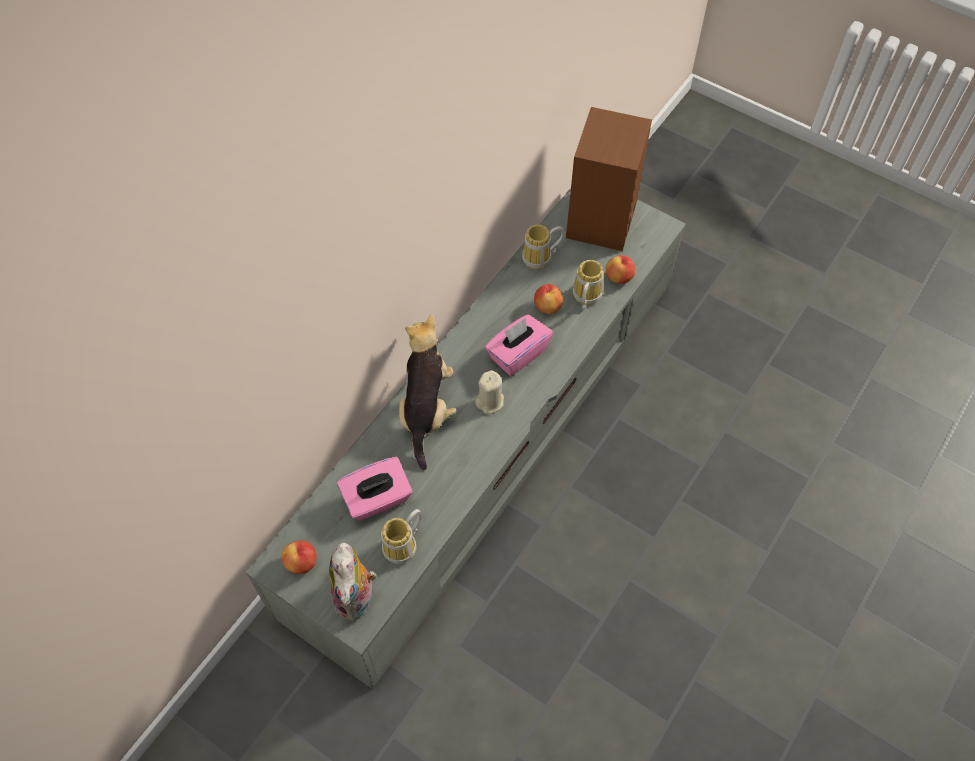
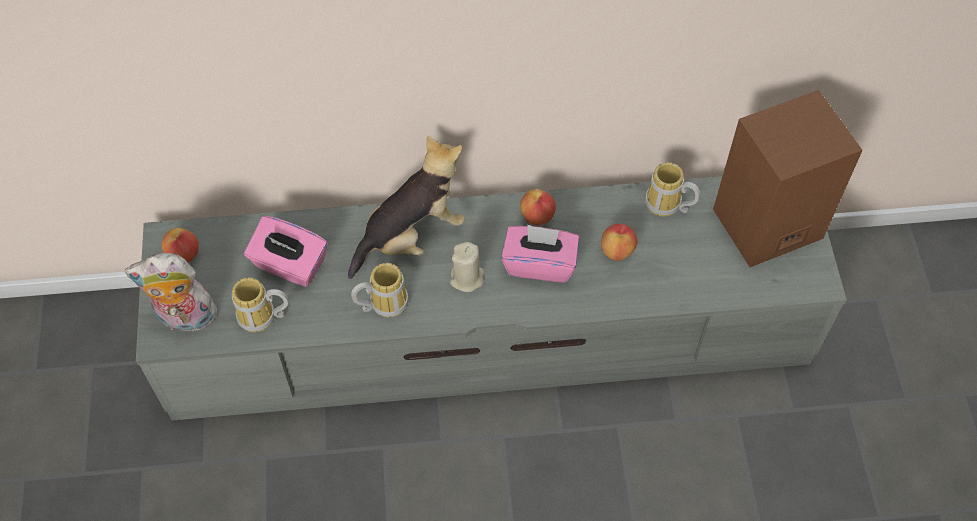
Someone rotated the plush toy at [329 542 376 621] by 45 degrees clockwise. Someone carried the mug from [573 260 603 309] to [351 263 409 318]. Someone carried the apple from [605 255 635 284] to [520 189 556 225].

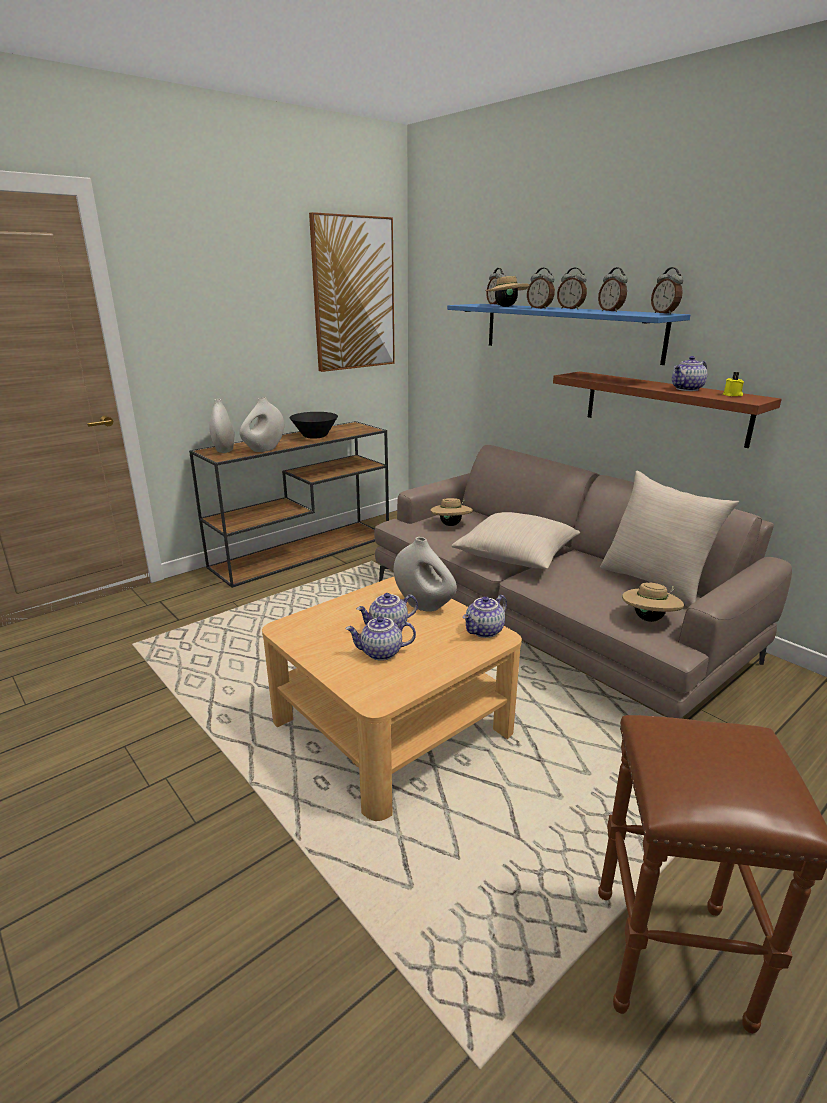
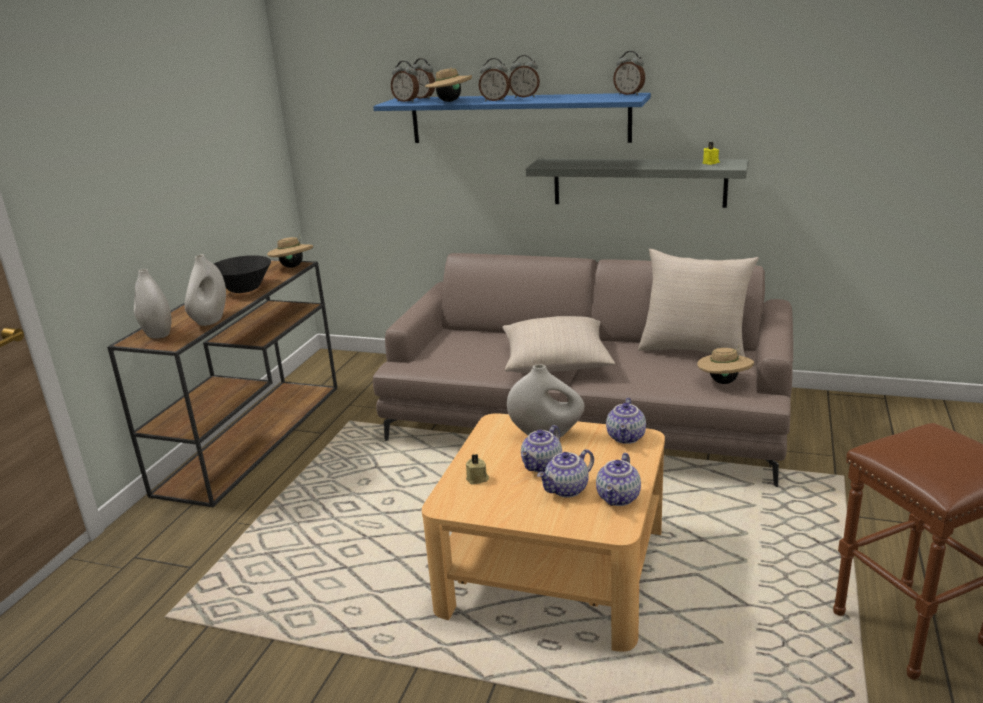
Someone took away the picture at [309 212 395 372]. Someone carried the beige hat from [430 498 473 526] to [267 234 313 268]. Someone repainted the brown shelf at [553 371 782 448], which became the grey shelf at [526 159 749 208]. Someone carried the alarm clock from [598 267 628 312] to [391 61 419 102]. Someone carried the teapot from [672 356 707 391] to [596 453 641 506]. Someone put down the beige candle at [466 454 489 485].

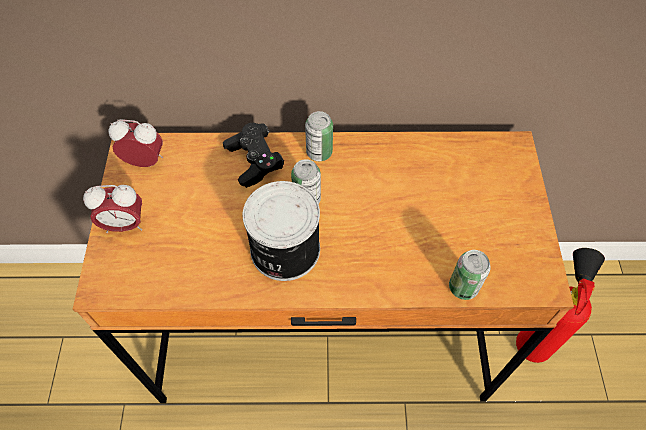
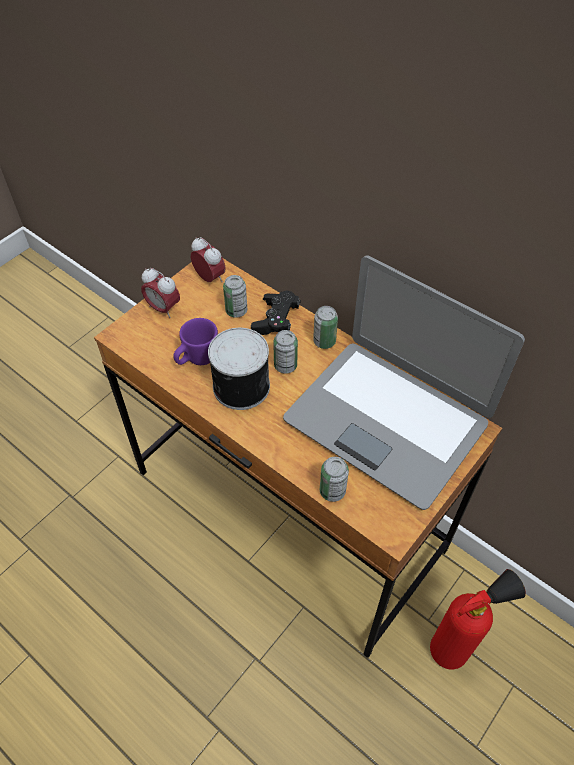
Someone put down the purple mug at [173 318 218 365]. Someone put down the can at [223 275 247 318]. Someone put down the laptop at [283 255 525 510].

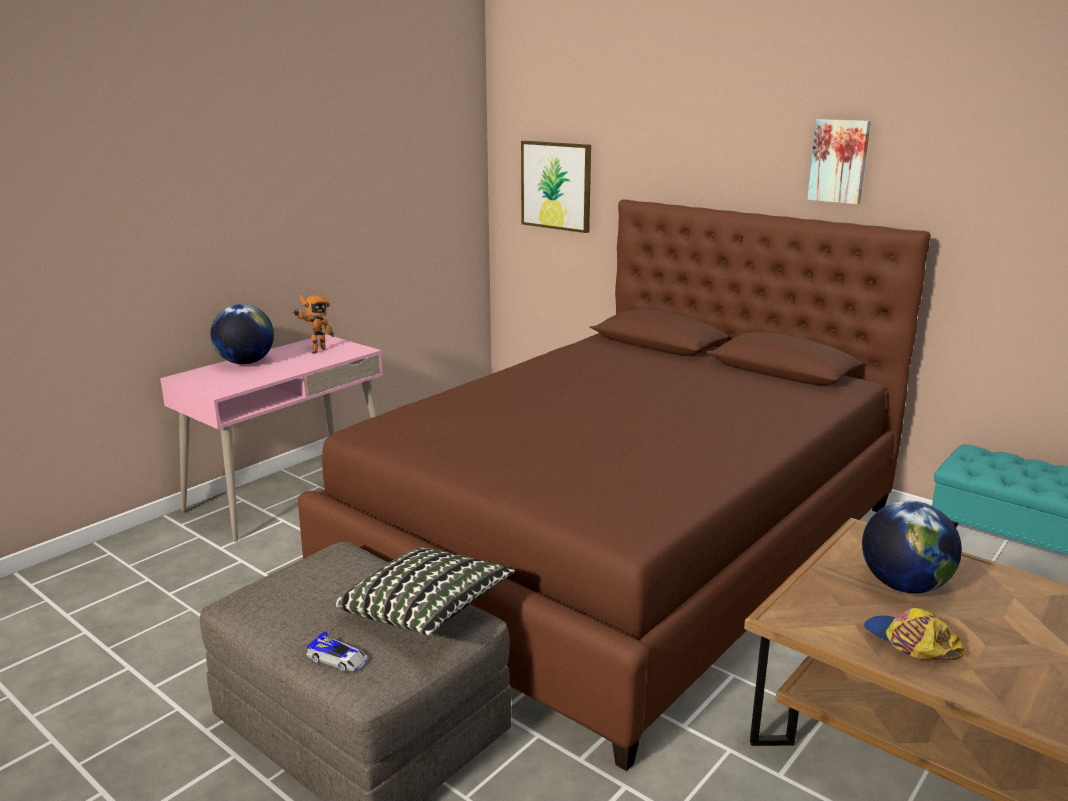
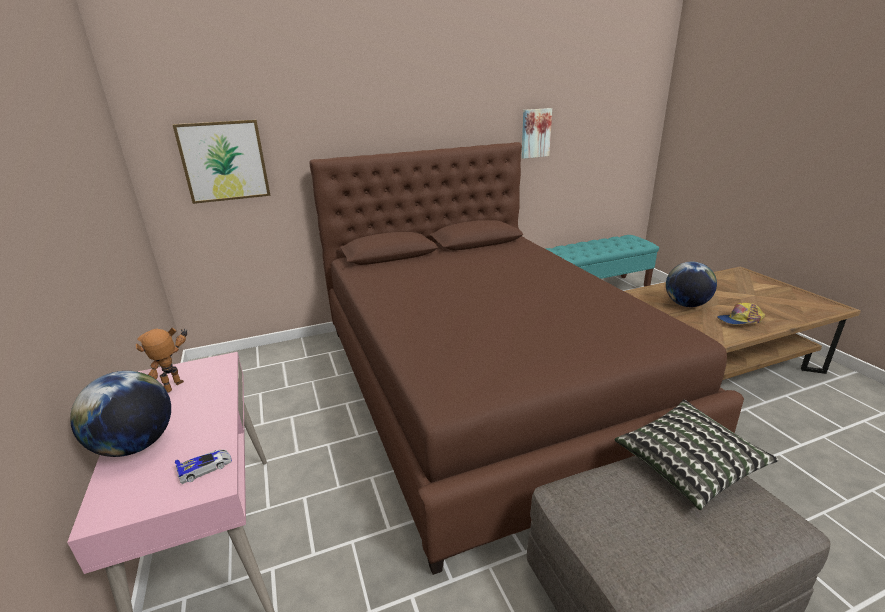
Someone rotated the toy robot at [293 294 334 354] by 135 degrees counterclockwise. Someone carried the toy car from [306 631 367 671] to [175 450 232 484]. Someone carried the picture from [807 119 871 204] to [522 108 552 159].

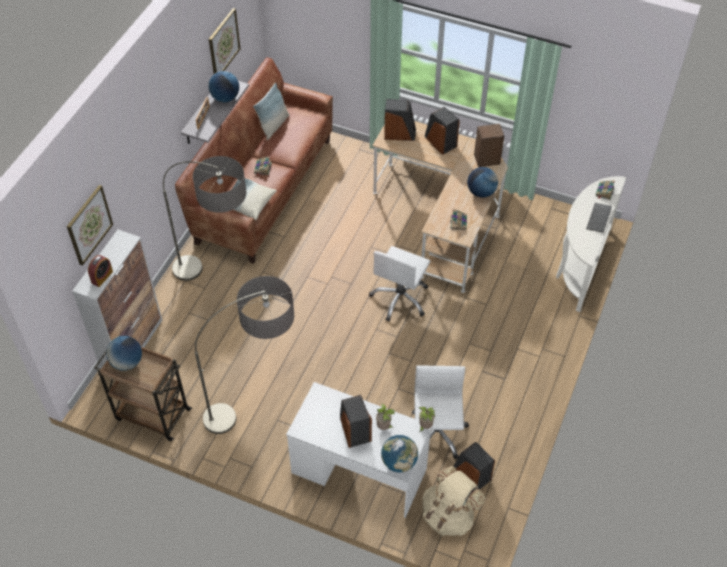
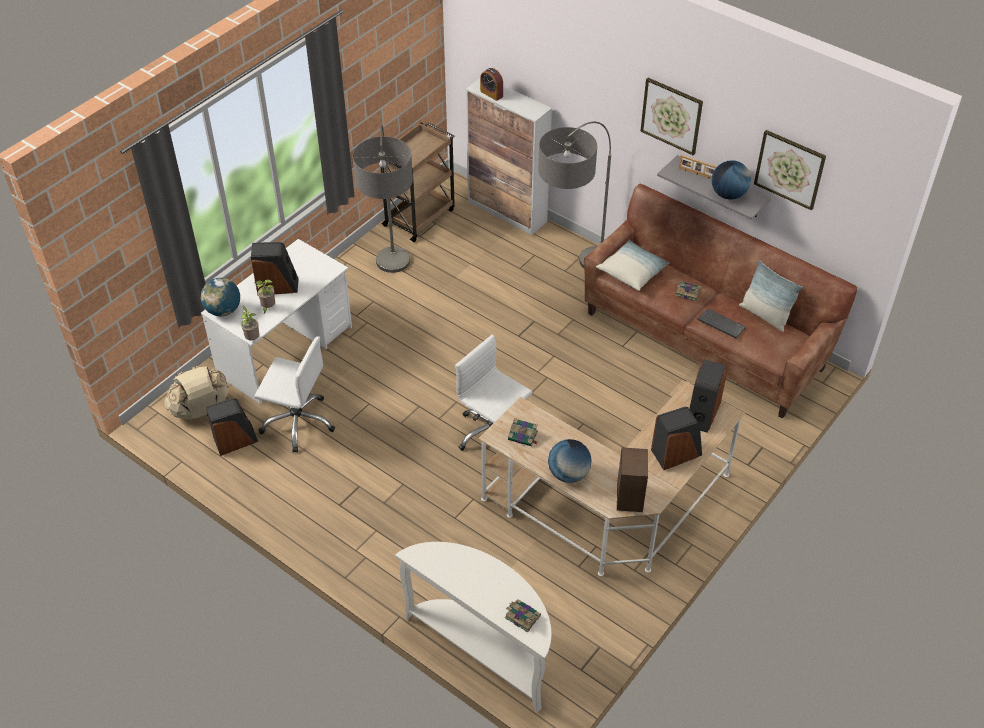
Someone carried the picture from [67 185 113 266] to [640 78 703 155]. Someone took away the globe at [106 336 142 371]. Someone carried the keyboard from [586 203 612 232] to [697 308 746 338].

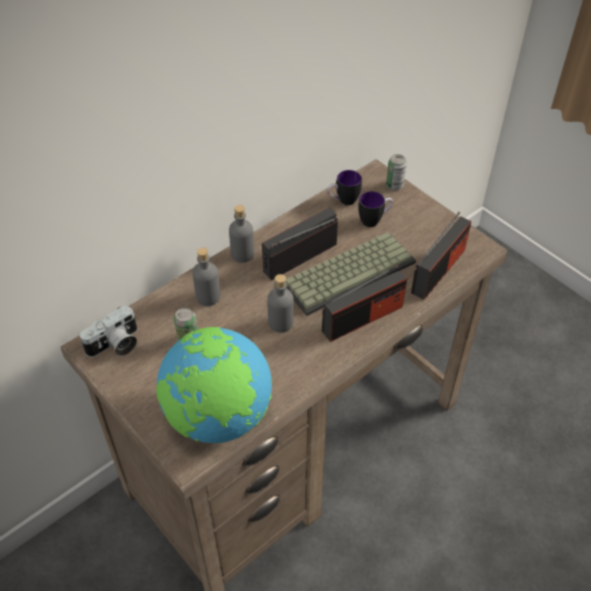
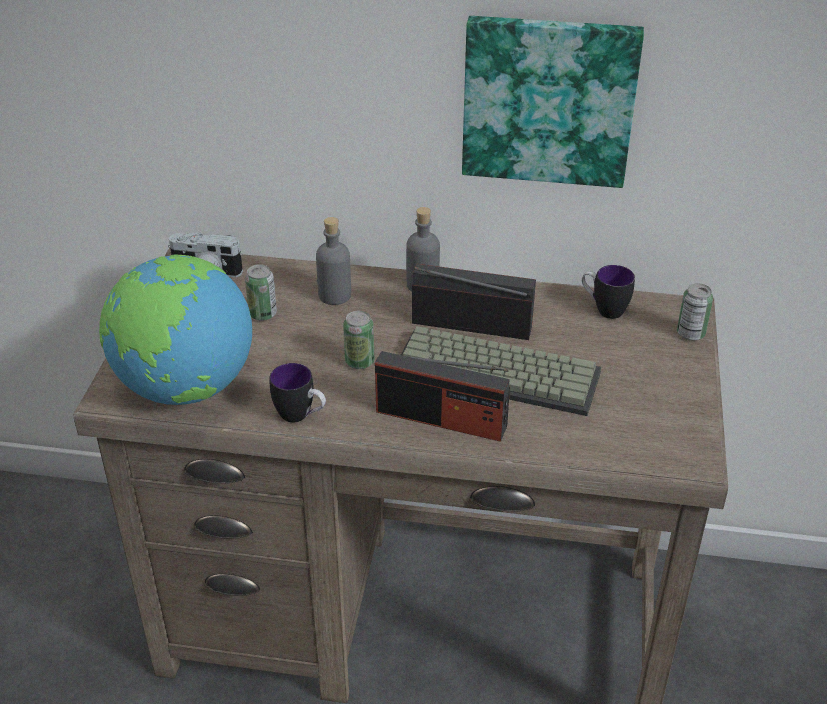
Someone swapped the grey bottle at [268 274 294 333] for the can at [343 311 374 369]. Someone carried the mug from [358 191 393 227] to [269 363 326 423]. Someone took away the radio at [411 212 471 300]. Someone put up the picture at [462 16 644 188].

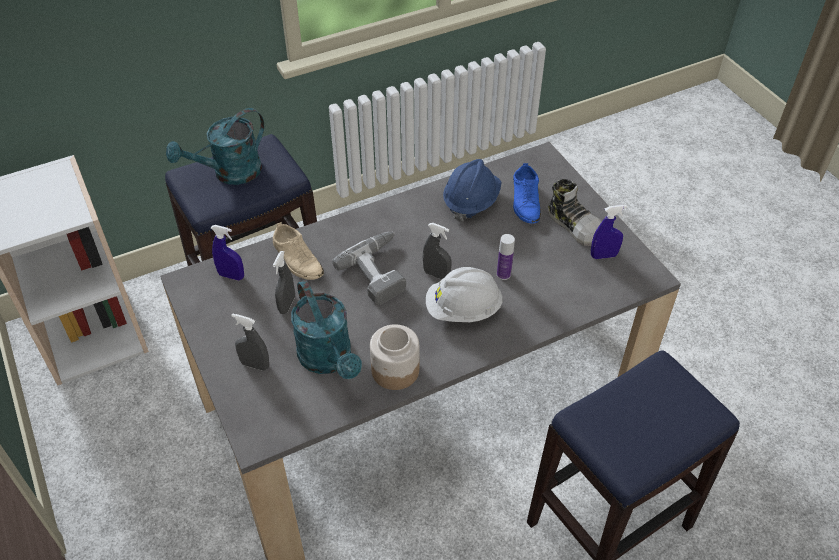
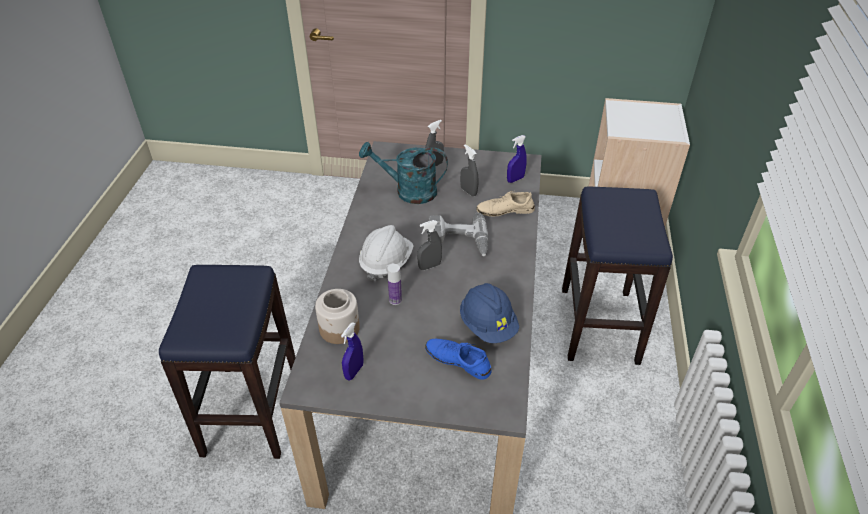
Someone took away the turquoise watering can at [166 108 264 185]. Someone carried the jar from [370 324 419 390] to [315 289 360 344]. Someone took away the shoe at [548 179 601 246].

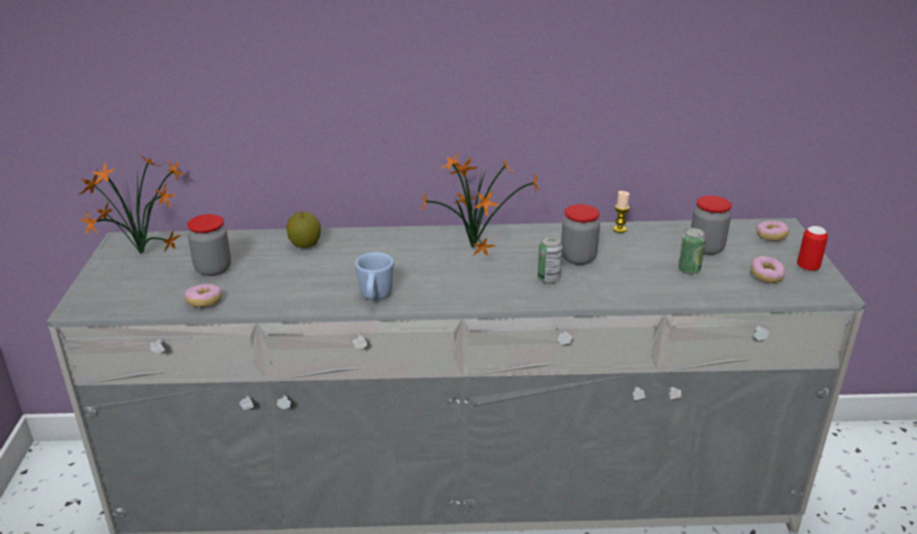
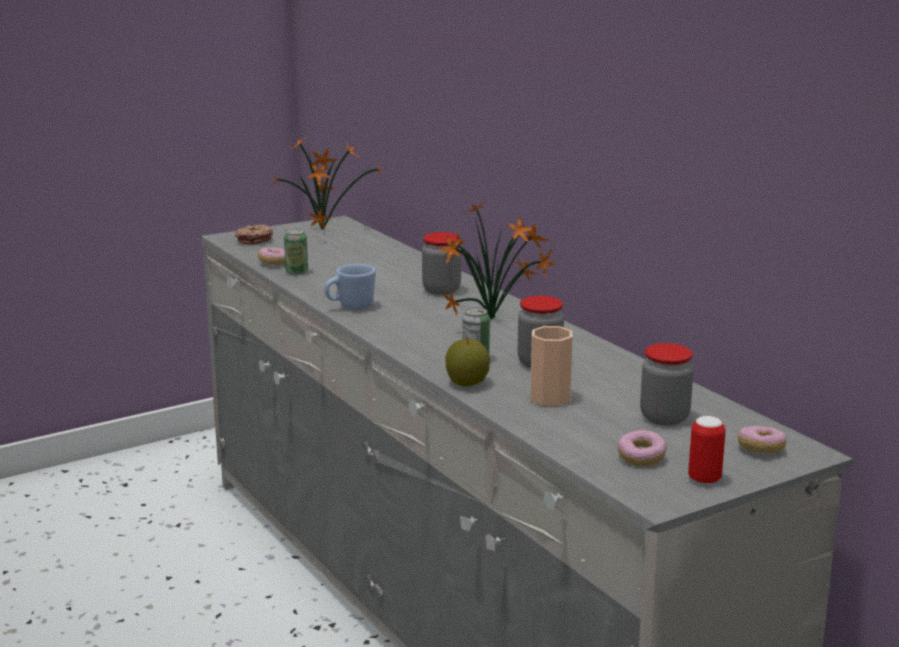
Someone carried the jar from [187 214 231 276] to [422 232 461 295]. Someone carried the apple from [286 212 321 248] to [445 338 490 387]. Someone took away the candle at [613 191 629 233]. Someone carried the can from [678 228 706 274] to [284 229 308 275]. Someone put down the donut at [235 225 273 245]. Someone put down the cup at [530 326 573 406].

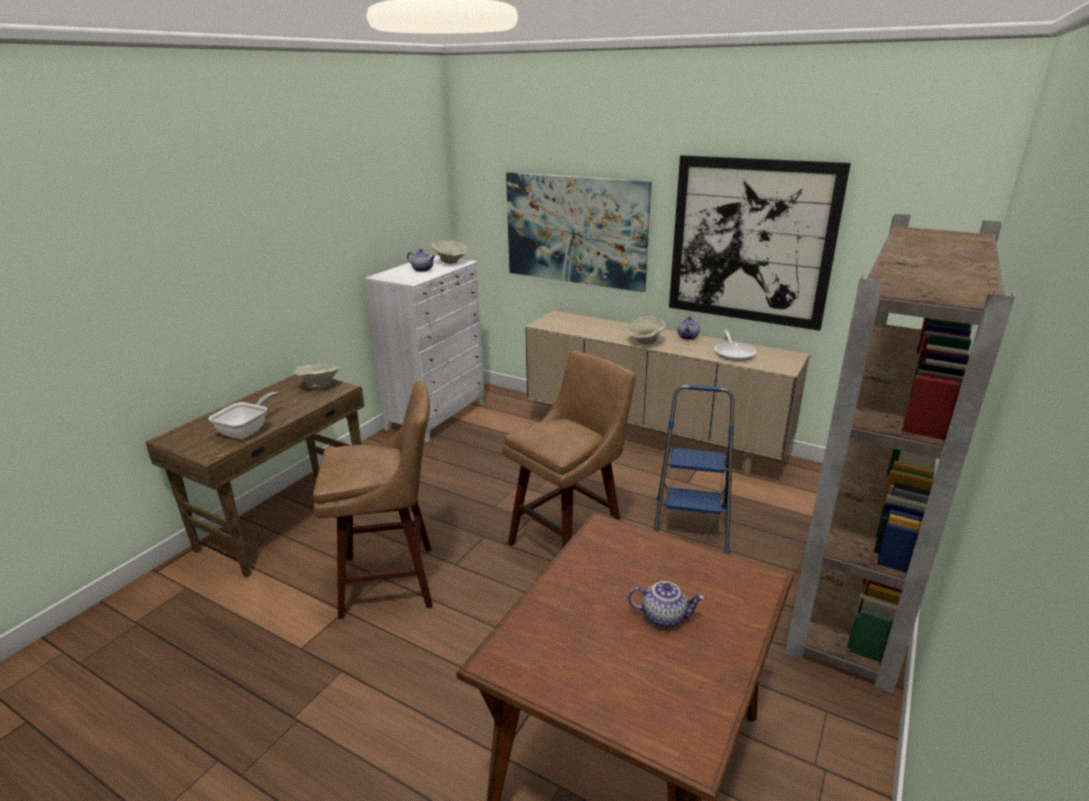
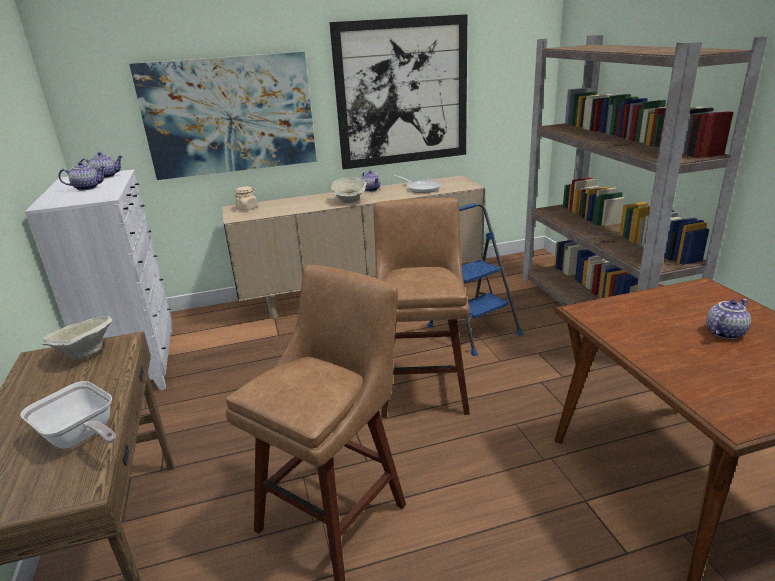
Someone rotated the frying pan at [208 392 279 439] by 150 degrees clockwise. Someone swapped the beige bowl at [432 241 469 264] for the teapot at [80 152 123 178]. Someone put down the beige jar at [235 186 258 210].

